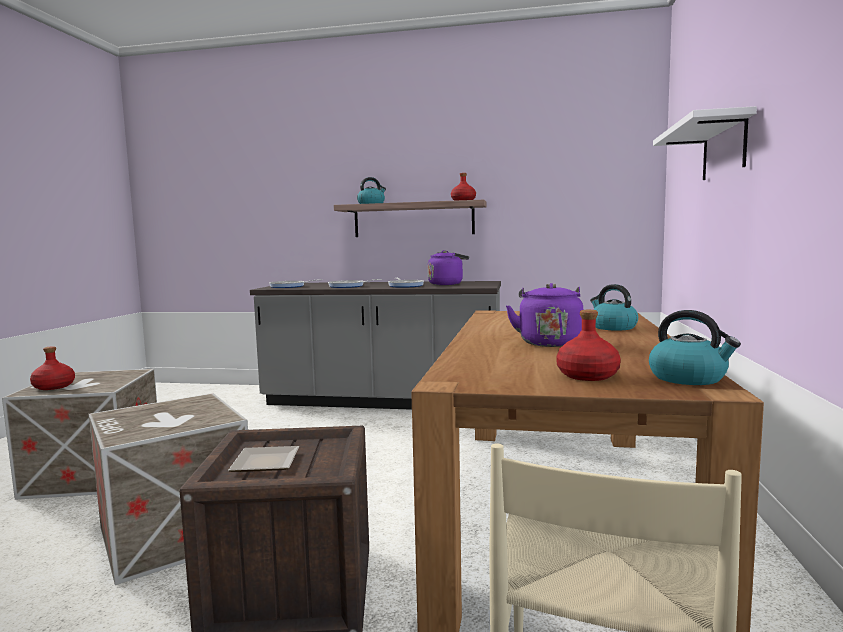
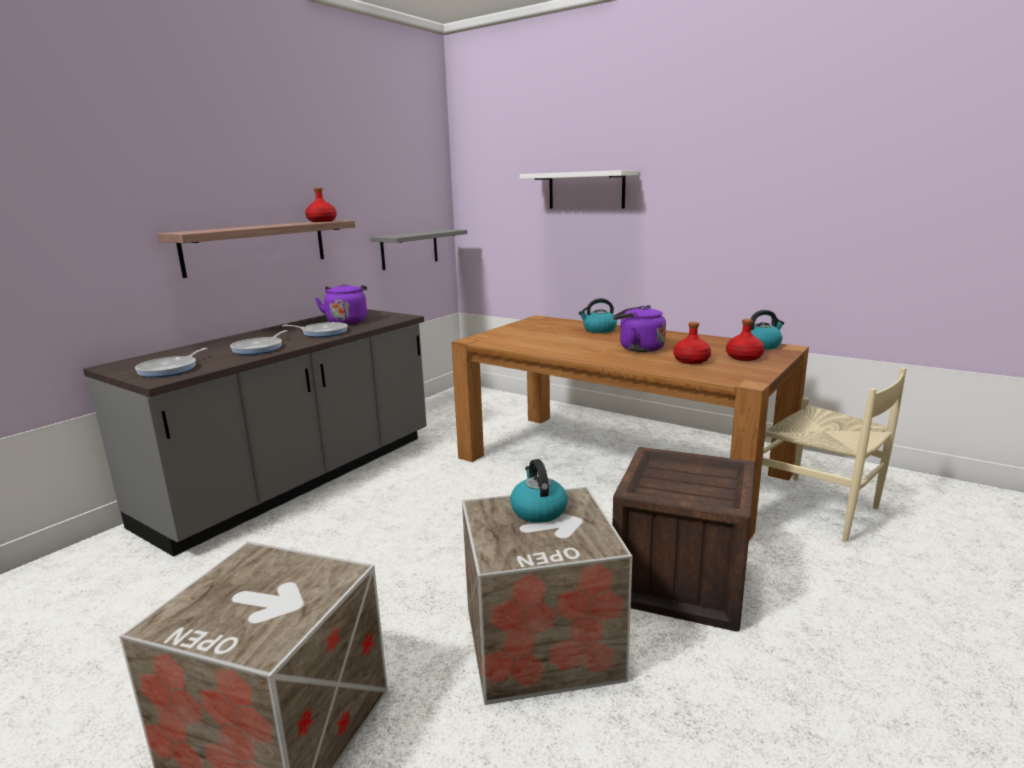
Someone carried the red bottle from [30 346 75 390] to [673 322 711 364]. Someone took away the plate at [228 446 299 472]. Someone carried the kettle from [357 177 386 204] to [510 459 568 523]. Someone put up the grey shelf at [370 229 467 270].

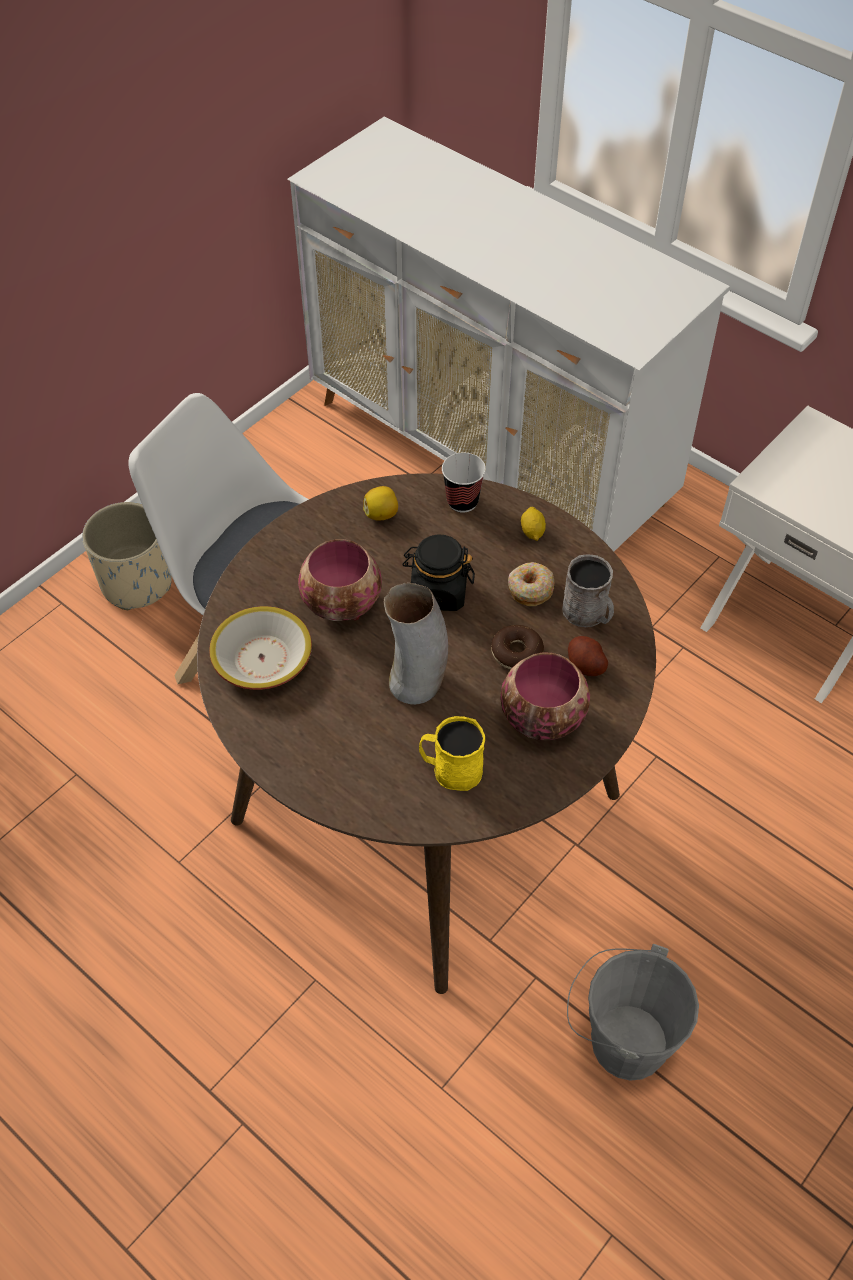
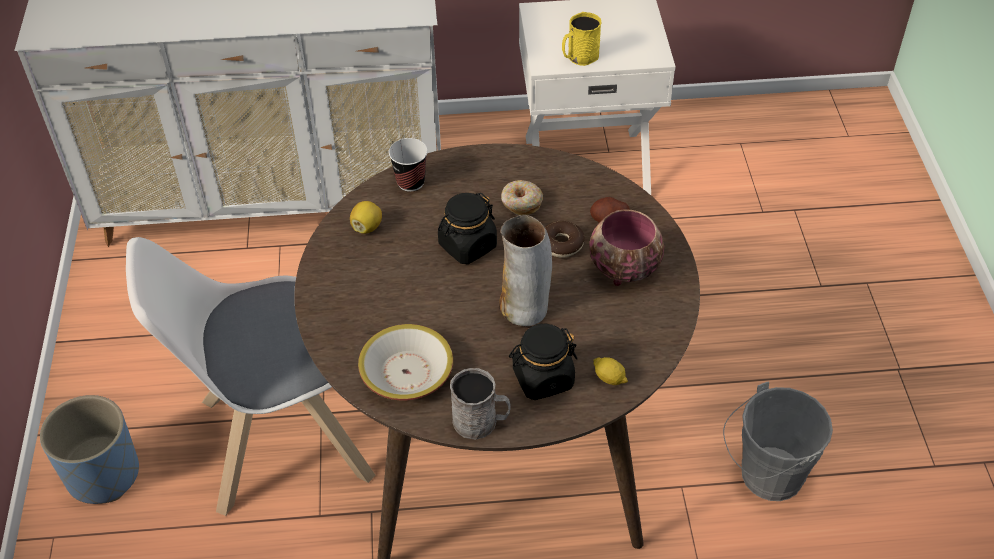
Someone repainted the beige planter at [82 502 172 610], which became the blue planter at [40 395 139 504]. Someone took away the bowl at [298 539 382 621]. Someone carried the yellow mug from [419 716 485 791] to [562 12 601 66]. Someone carried the lemon from [521 507 546 541] to [593 357 628 385]. Someone carried the grey mug from [562 554 614 627] to [450 368 511 440]. Someone put down the black jar at [509 324 578 400].

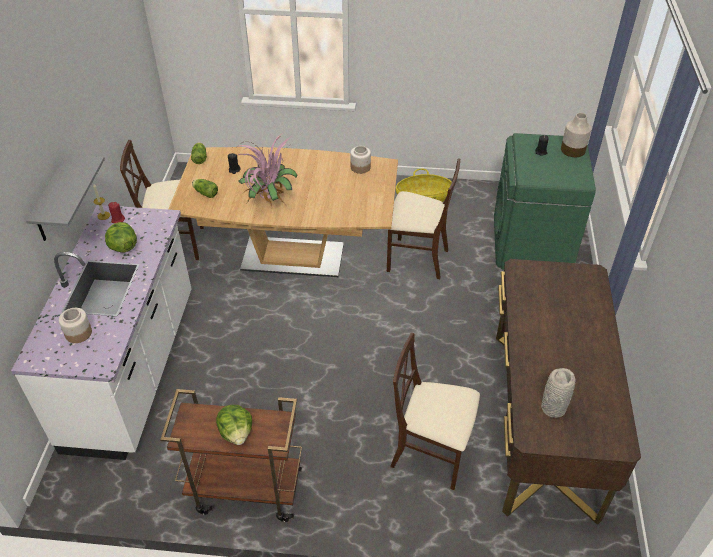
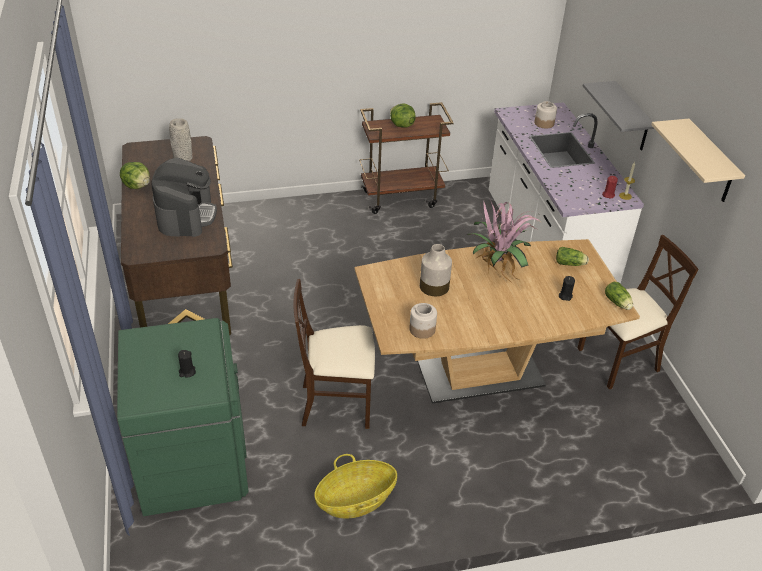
Someone carried the lettuce from [105 222 137 253] to [120 162 150 189]. Someone took away the beige chair at [390 333 480 490]. Someone carried the beige vase from [561 113 591 157] to [420 244 452 296]. Someone put down the coffee machine at [151 158 217 237]. Someone put up the beige shelf at [651 119 745 202].

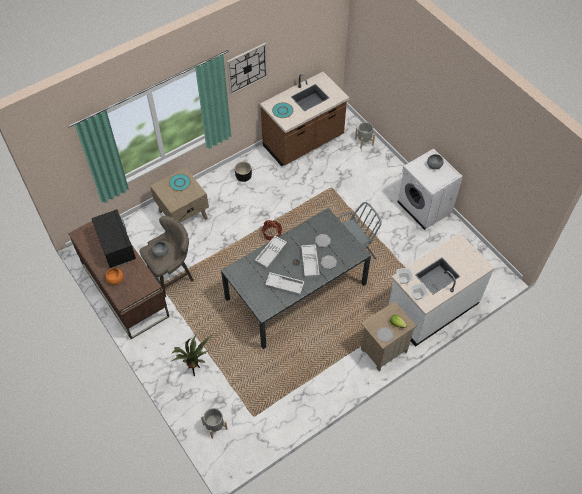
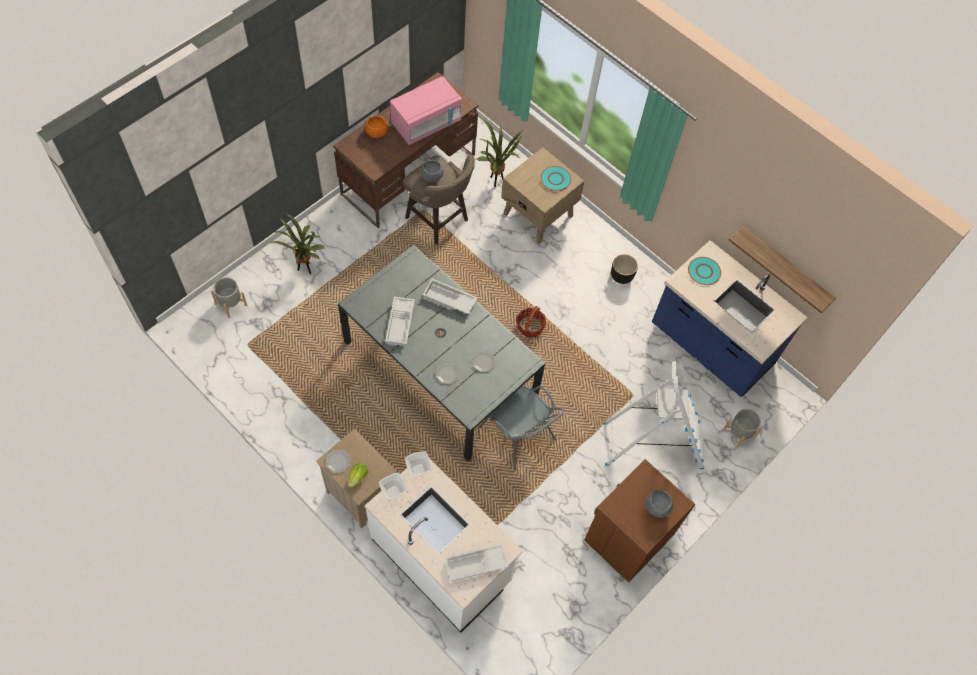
Someone repainted the black microwave at [92 209 136 268], which became the pink microwave at [390 76 462 145]. Someone took away the wall clock at [227 43 267 95]. Someone repainted the brown counter at [260 72 349 166], which became the blue counter at [652 240 808 397]. Someone carried the white tray from [301 244 320 278] to [445 544 509 582]. Someone repainted the white washing machine at [398 149 463 230], which became the brown washing machine at [584 459 695 583]. Someone put down the potted plant at [477 116 524 187]. Someone put down the white step ladder at [604 361 704 469]. Someone put up the shelf at [729 226 836 313].

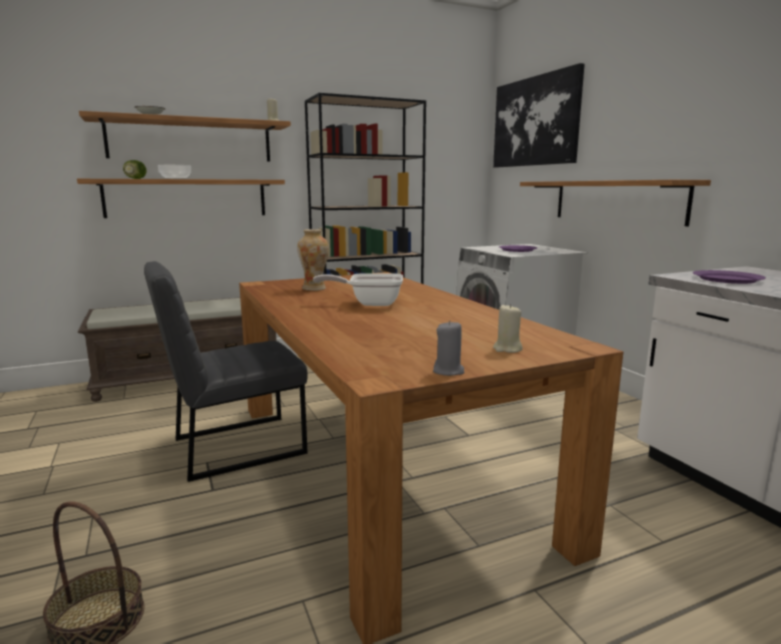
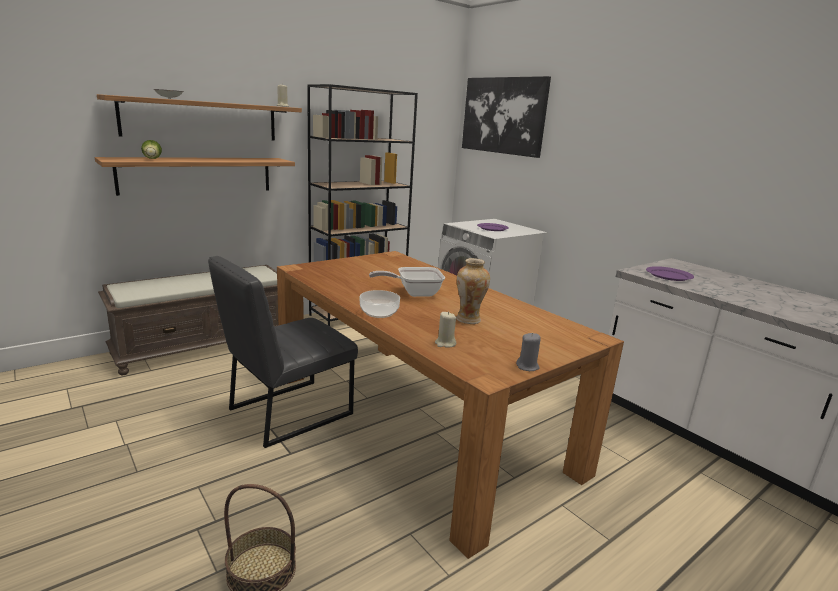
Someone carried the bowl from [158 165 191 179] to [360 290 400 318]. Someone carried the vase from [297 229 329 291] to [456 258 490 324]. Someone carried the beige candle from [493 304 522 353] to [435 312 456 348]. Someone took away the shelf at [520 180 711 226].

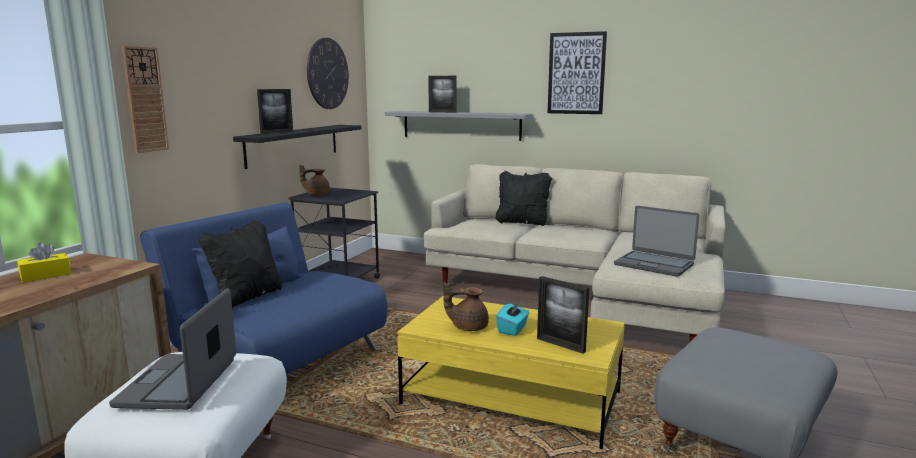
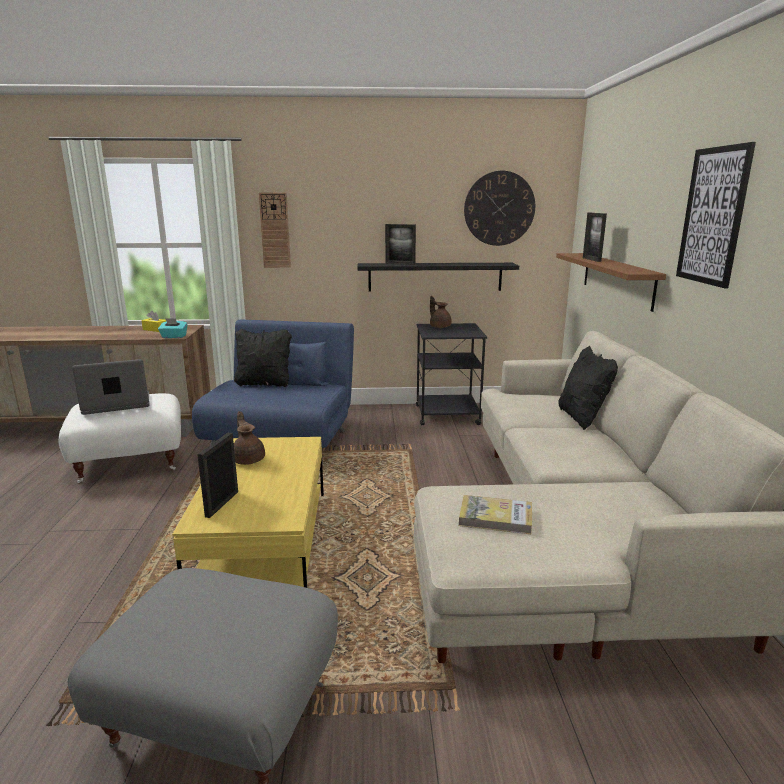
Someone repainted the grey shelf at [385 111 532 141], which became the brown shelf at [556 253 666 312]. Someone carried the turquoise tissue box from [496 301 529 336] to [158 318 188 338]. Someone swapped the laptop at [614 206 699 277] for the book at [459 495 532 535].

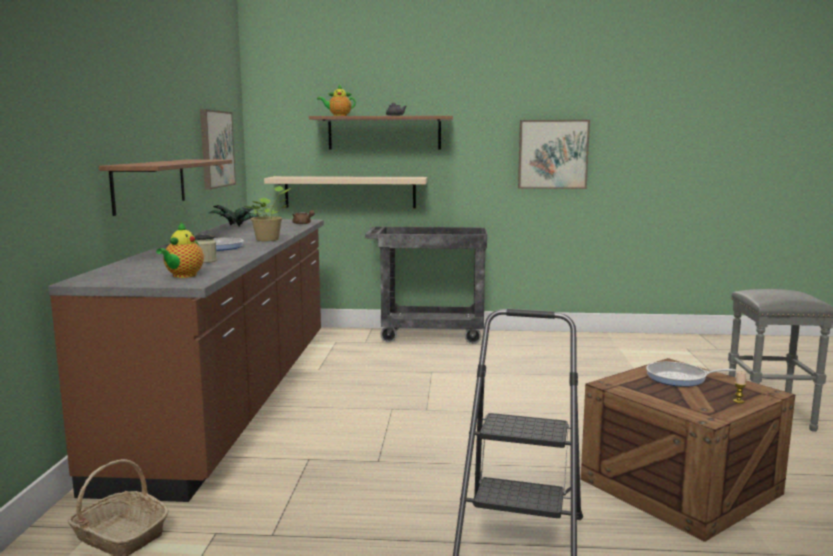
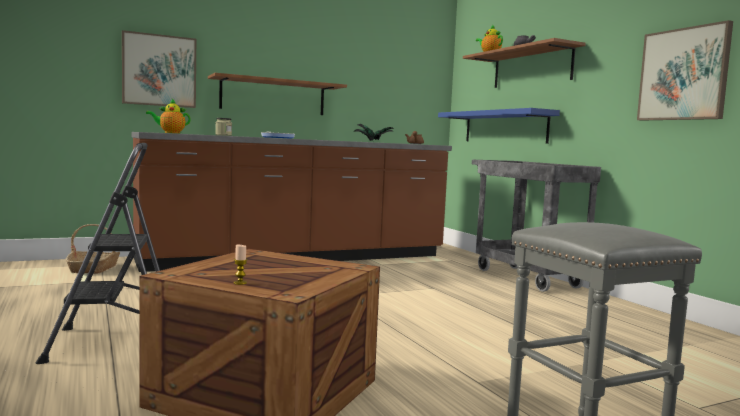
Someone carried the picture from [200 109 236 189] to [122 30 196 108]. Someone took away the potted plant at [243 186 291 241]. Someone repainted the beige shelf at [264 176 428 208], which became the blue shelf at [438 108 560 144]. Someone took away the frying pan at [646 362 736 387].

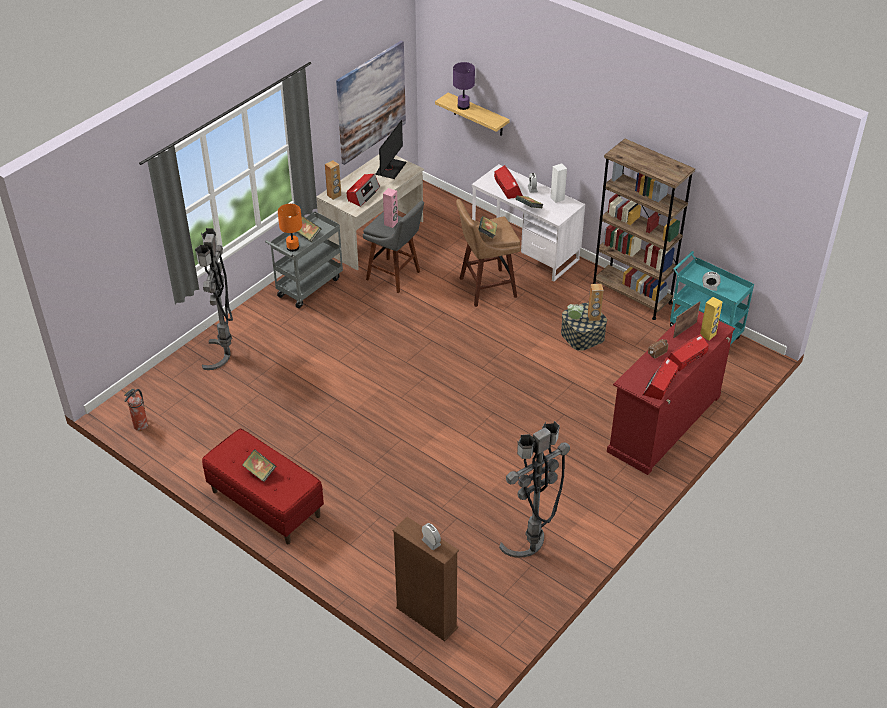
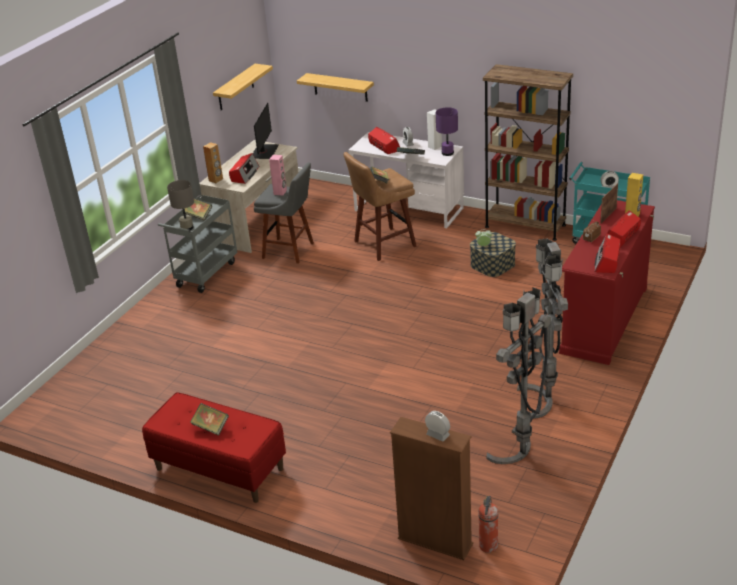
Someone carried the fire extinguisher from [124 389 148 431] to [478 496 498 553]. Someone carried the grey floor lamp from [195 228 233 370] to [517 238 568 419]. Someone repainted the orange table lamp at [278 204 302 252], which became the grey table lamp at [167 180 194 230]. Someone swapped the picture at [336 41 406 165] for the shelf at [213 64 273 111]. Someone carried the purple table lamp from [453 62 475 110] to [436 107 458 156]. Someone took away the brown speaker at [587 284 604 321].

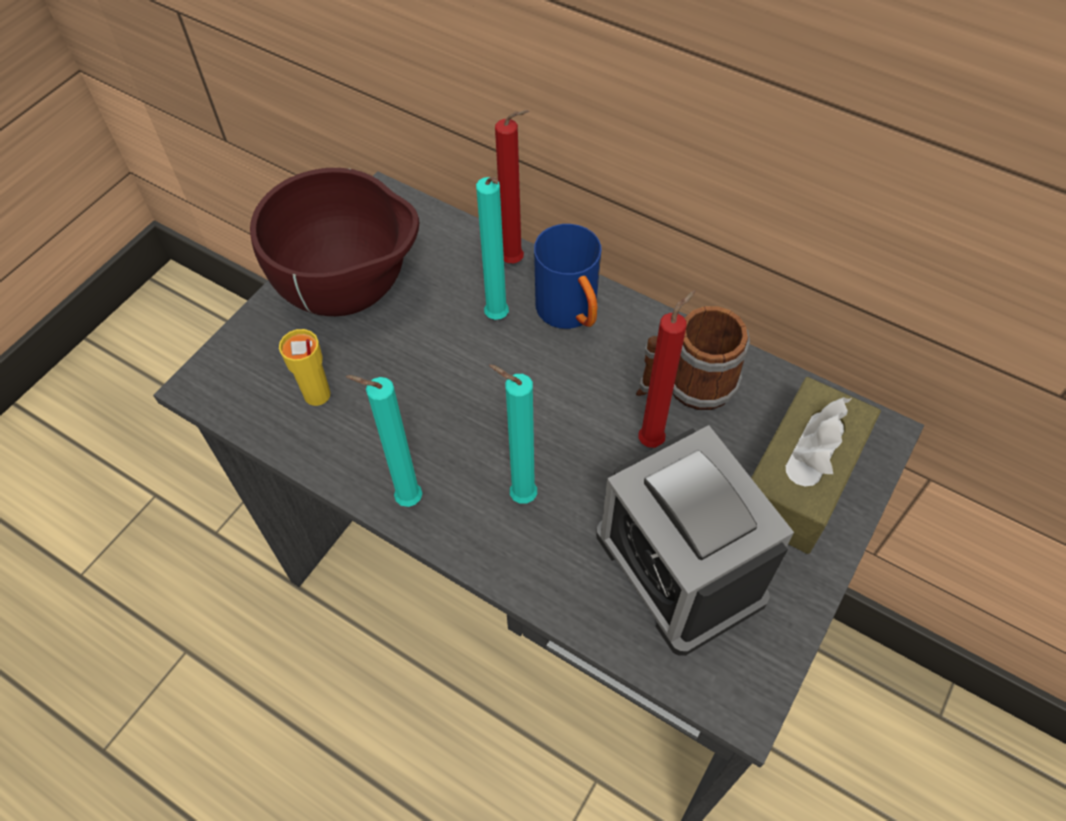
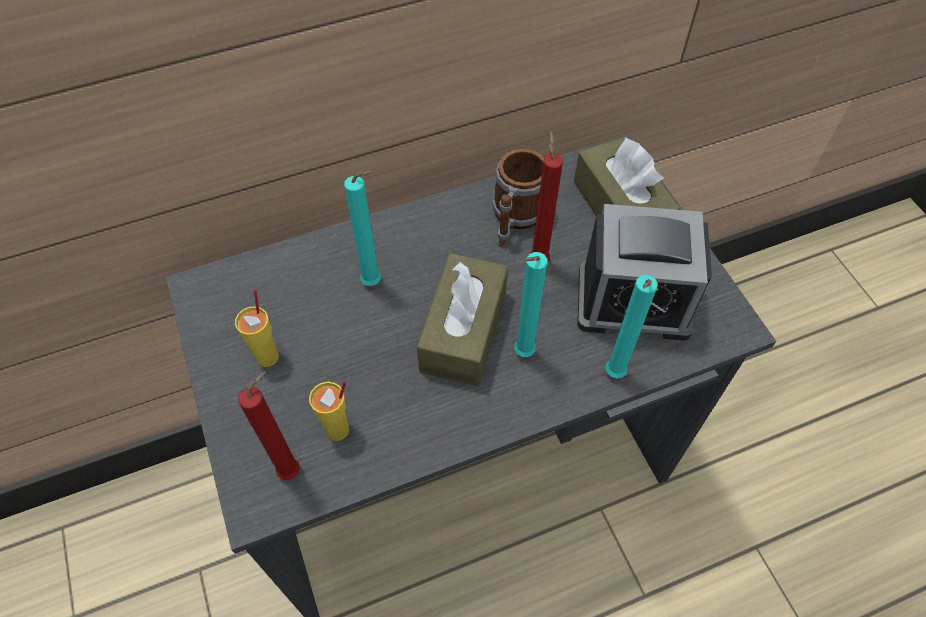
Someone swapped the brown bowl at [250 168 419 316] for the yellow cup at [235 289 279 367]. Someone carried the turquoise candle from [345 375 422 507] to [605 275 658 379]. Someone carried the red candle from [495 110 529 263] to [238 371 300 480]. Someone took away the blue mug at [534 224 602 329]. Someone put down the brown tissue box at [417 253 508 386].

